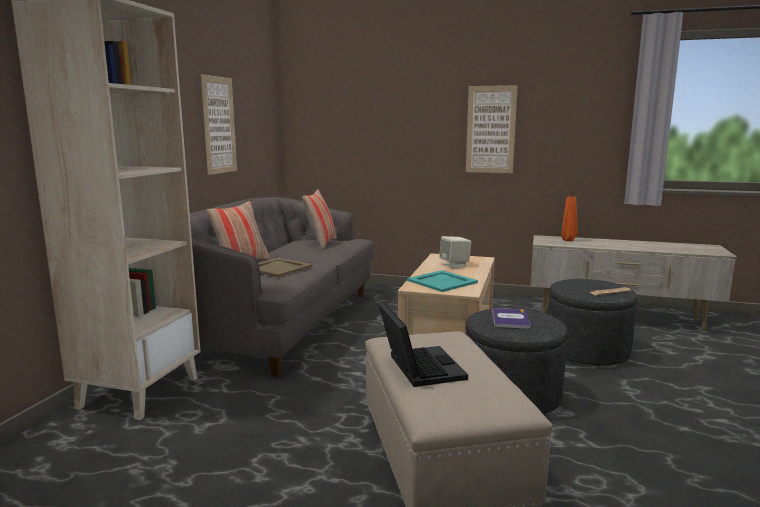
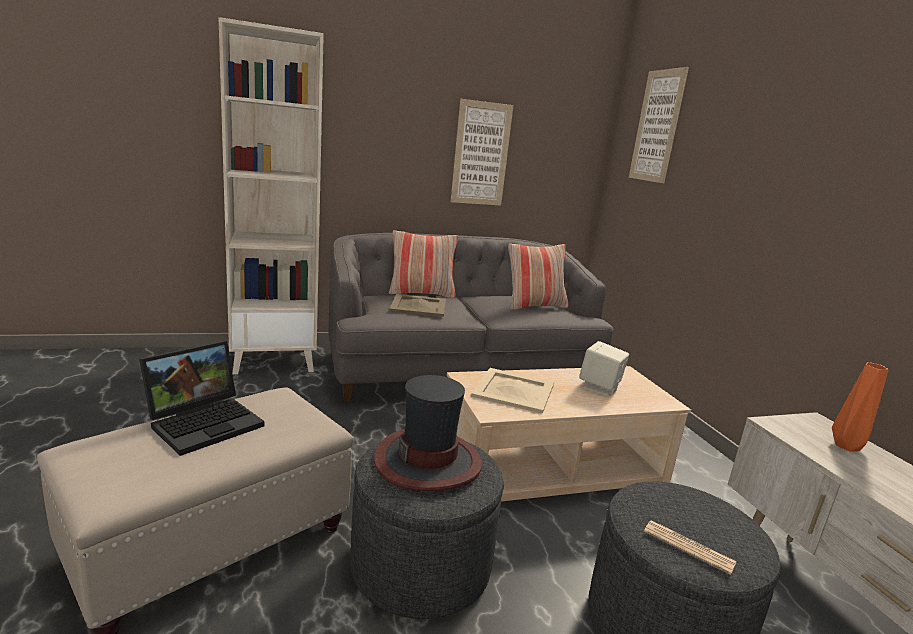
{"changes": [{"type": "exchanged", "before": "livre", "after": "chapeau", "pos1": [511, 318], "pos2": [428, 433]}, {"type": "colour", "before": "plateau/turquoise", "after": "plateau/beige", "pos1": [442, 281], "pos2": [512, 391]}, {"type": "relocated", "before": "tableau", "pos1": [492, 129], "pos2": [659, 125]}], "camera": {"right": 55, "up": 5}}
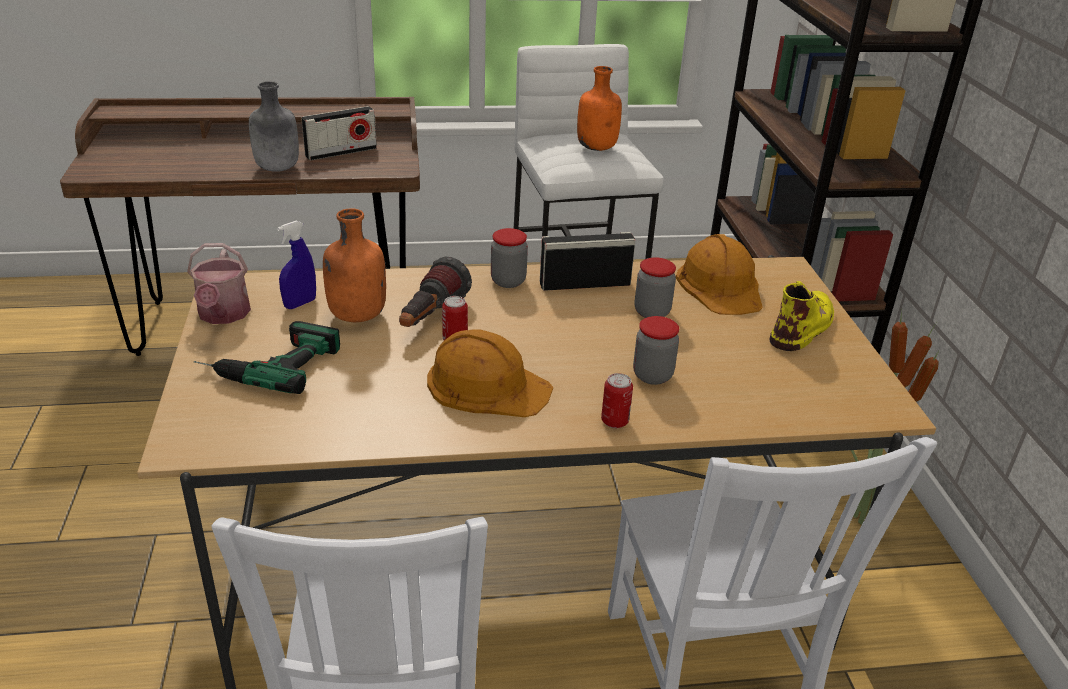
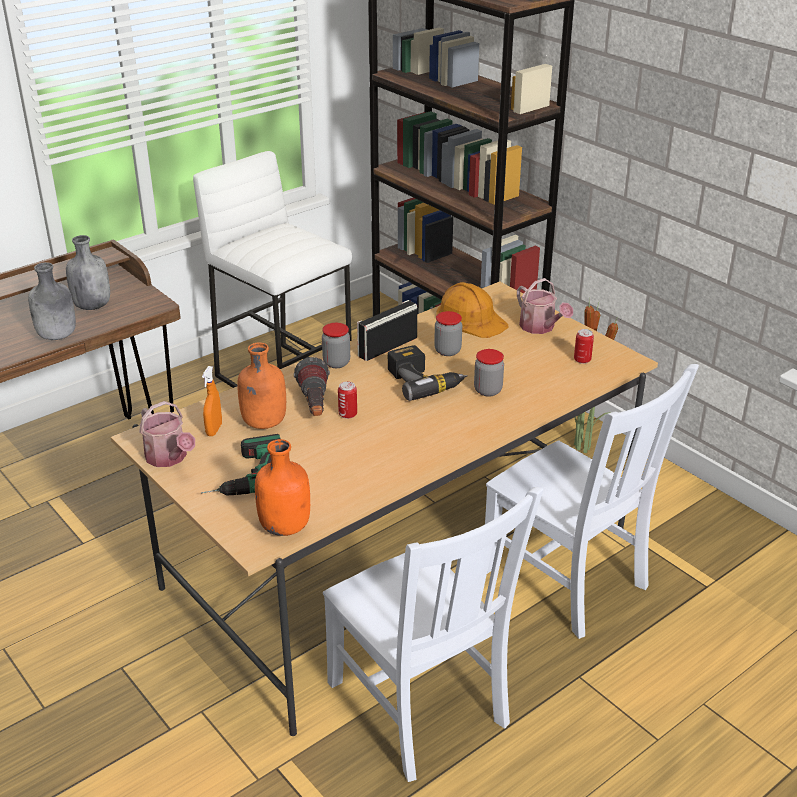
{"changes": [{"type": "exchanged", "before": "radio", "after": "bouteille/gris", "pos1": [339, 133], "pos2": [88, 272]}, {"type": "colour", "before": "vaporisateur/bleu", "after": "vaporisateur/orange", "pos1": [296, 265], "pos2": [212, 401]}, {"type": "relocated", "before": "bouteille/orange", "pos1": [599, 108], "pos2": [282, 487]}, {"type": "appeared", "after": "perceuse", "pos2": [428, 373]}, {"type": "exchanged", "before": "botte/jaune", "after": "arrosoir", "pos1": [802, 316], "pos2": [545, 306]}, {"type": "relocated", "before": "boîte métallique", "pos1": [617, 400], "pos2": [584, 346]}, {"type": "missing", "before": "casque de chantier/orange", "pos1": [490, 373]}], "camera": {"right": -30, "up": 0}}
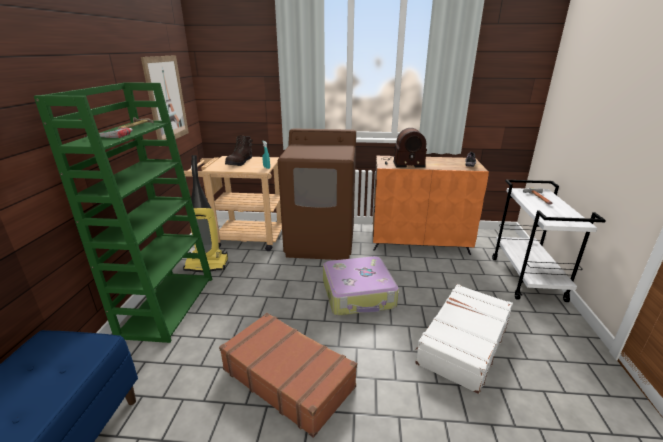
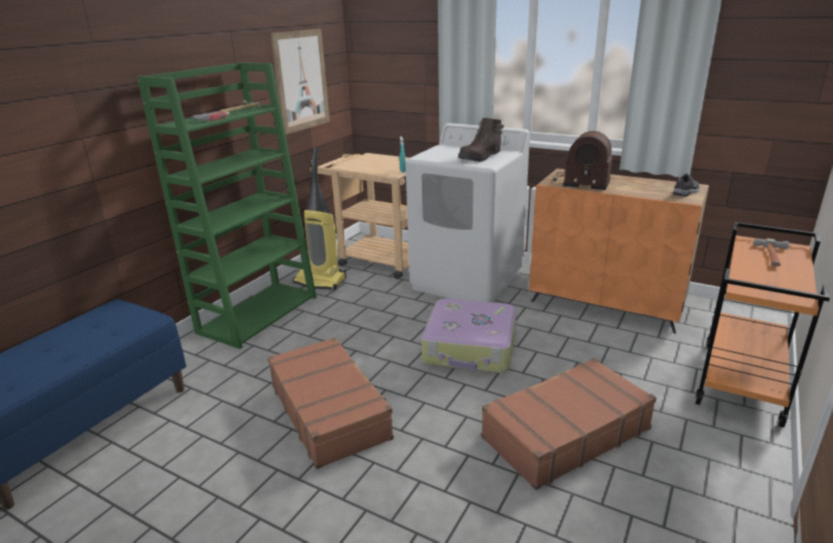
{"changes": [{"type": "colour", "before": "lave-linge/marron", "after": "lave-linge/blanc", "pos1": [317, 194], "pos2": [467, 213]}, {"type": "relocated", "before": "botte/marron", "pos1": [239, 151], "pos2": [481, 140]}, {"type": "colour", "before": "valise/blanc", "after": "valise/marron", "pos1": [464, 339], "pos2": [568, 424]}, {"type": "colour", "before": "chariot/blanc", "after": "chariot/orange", "pos1": [549, 241], "pos2": [762, 325]}], "camera": {"right": 25, "up": 0}}
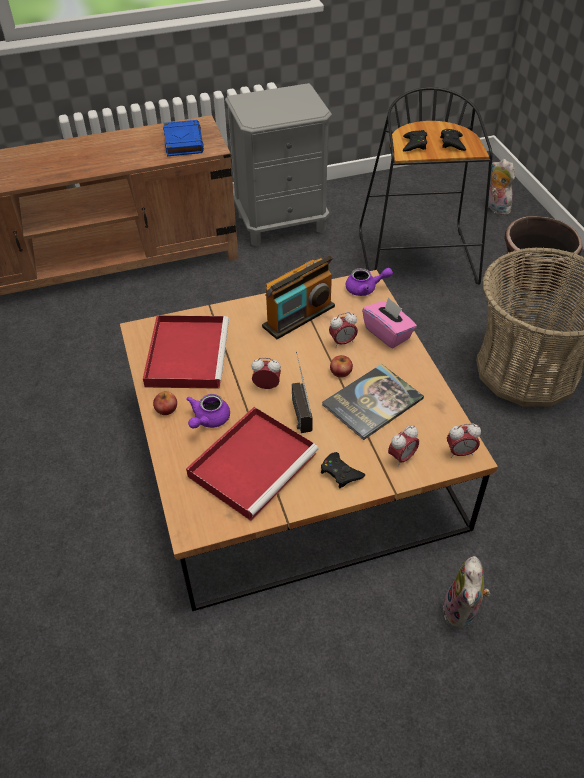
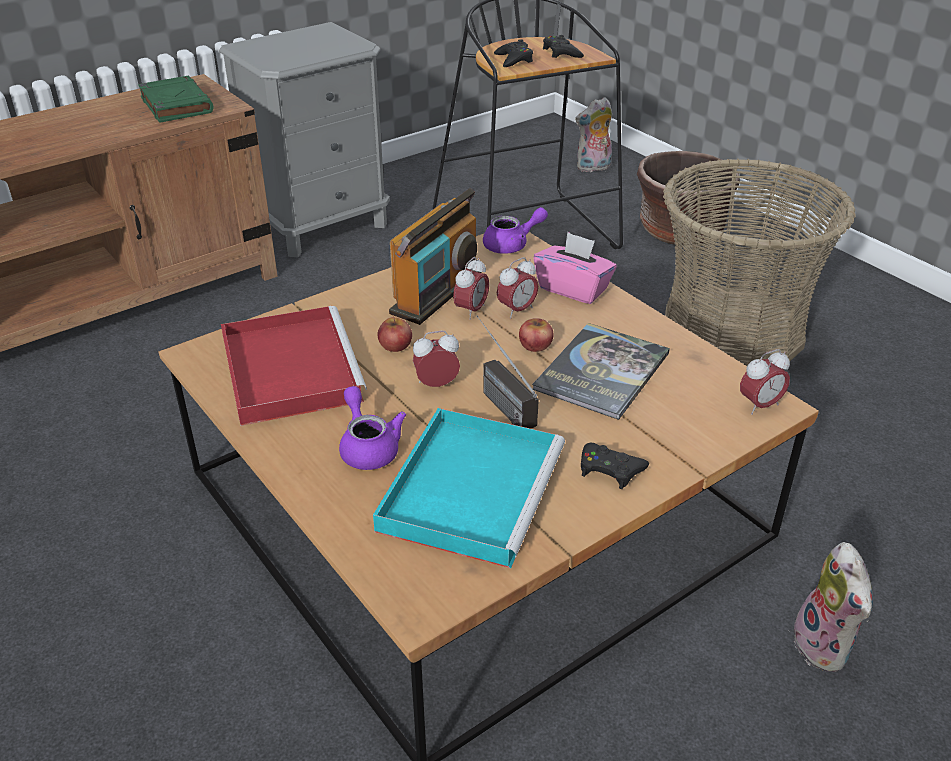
{"changes": [{"type": "colour", "before": "livre/bleu", "after": "livre/vert", "pos1": [183, 138], "pos2": [175, 99]}, {"type": "spun", "before": "théière/violet", "pos1": [208, 411], "pos2": [372, 428], "turn": 150}, {"type": "colour", "before": "plateau/rouge", "after": "plateau/turquoise", "pos1": [252, 464], "pos2": [469, 488]}, {"type": "relocated", "before": "pomme", "pos1": [165, 403], "pos2": [395, 334]}, {"type": "relocated", "before": "réveil", "pos1": [403, 446], "pos2": [471, 288]}, {"type": "spun", "before": "peluche", "pos1": [501, 187], "pos2": [593, 134], "turn": -60}], "camera": {"right": -20, "up": -10}}
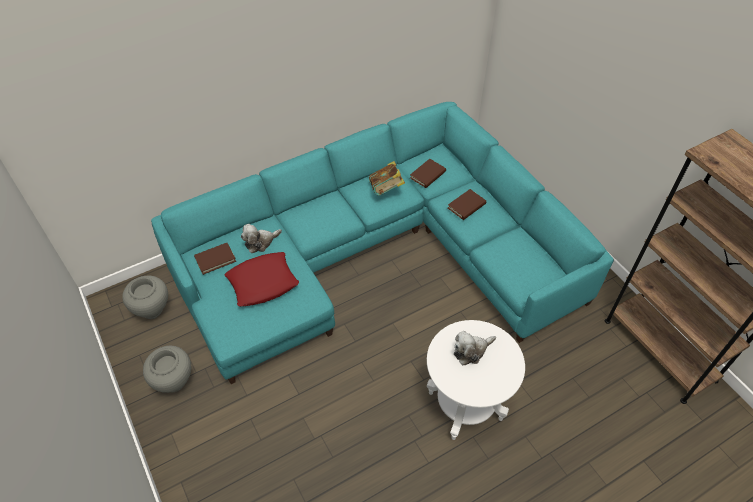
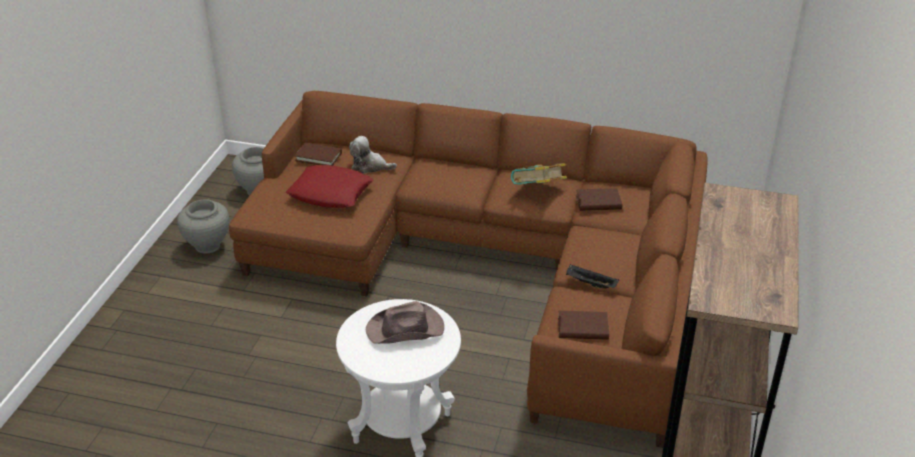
{"changes": [{"type": "colour", "before": "canapé/turquoise", "after": "canapé/marron", "pos1": [382, 243], "pos2": [468, 269]}, {"type": "exchanged", "before": "peluche", "after": "chapeau/marron", "pos1": [475, 348], "pos2": [405, 322]}, {"type": "relocated", "before": "livre/marron", "pos1": [467, 204], "pos2": [583, 325]}, {"type": "appeared", "after": "plateau/noir", "pos2": [592, 276]}], "camera": {"right": 45, "up": -15}}
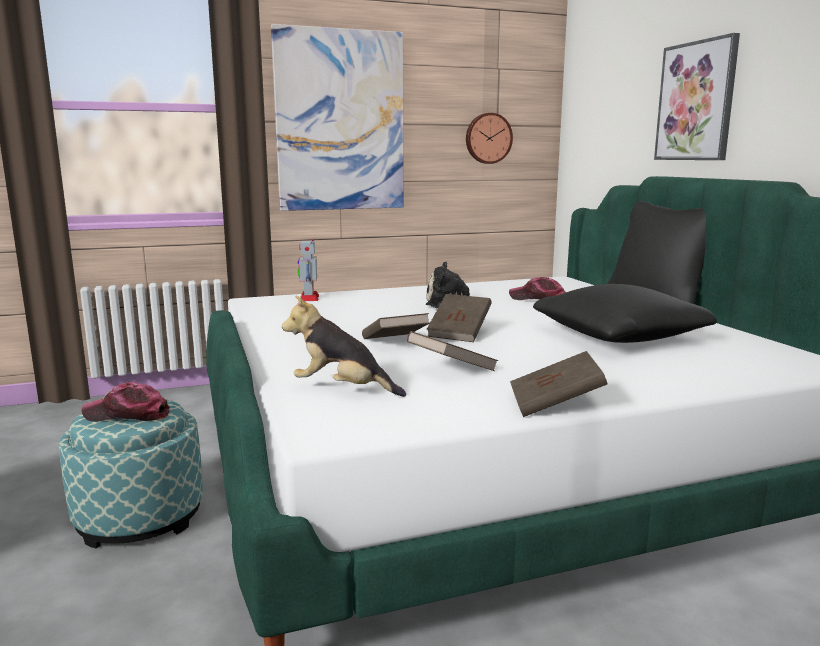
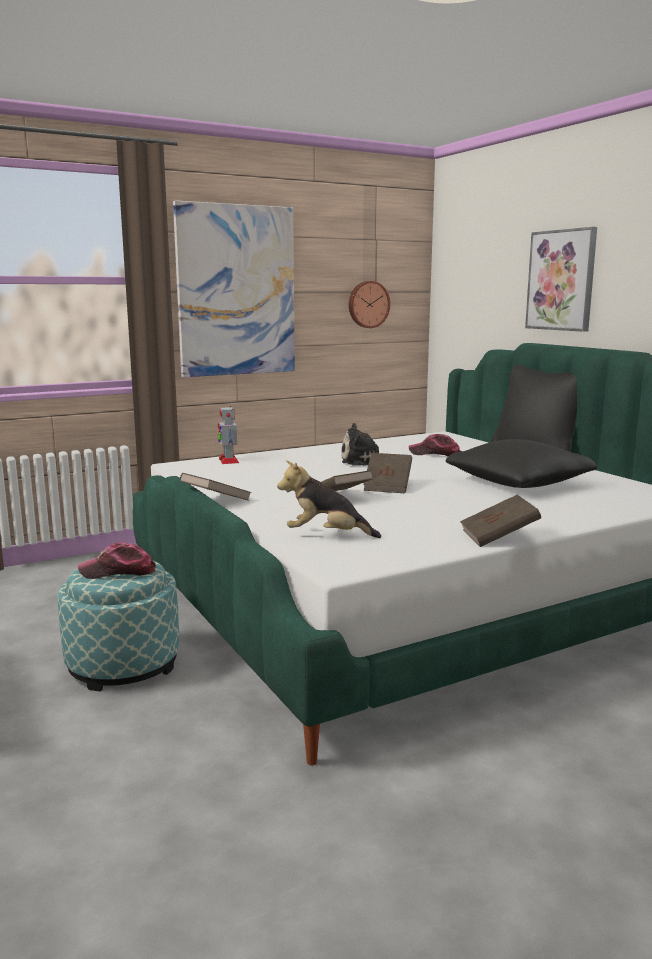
{"changes": [{"type": "relocated", "before": "livre/marron", "pos1": [452, 351], "pos2": [216, 487]}], "camera": {"right": -10, "up": 0}}
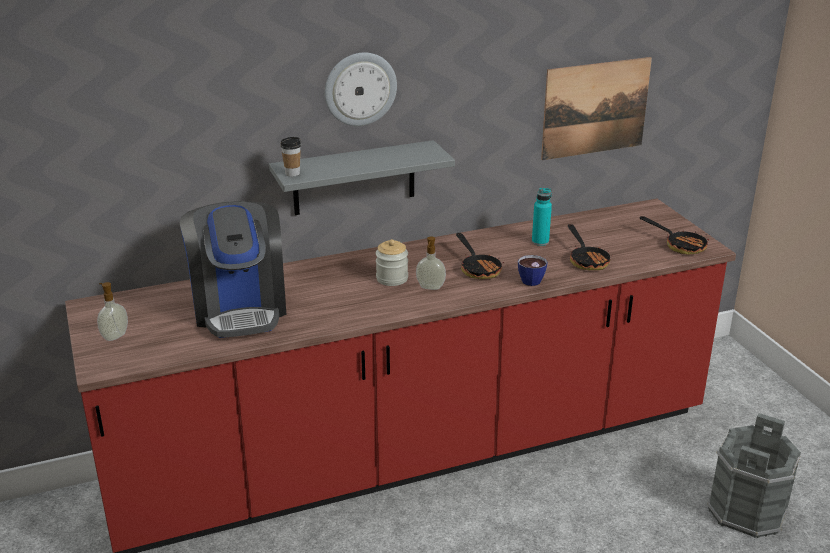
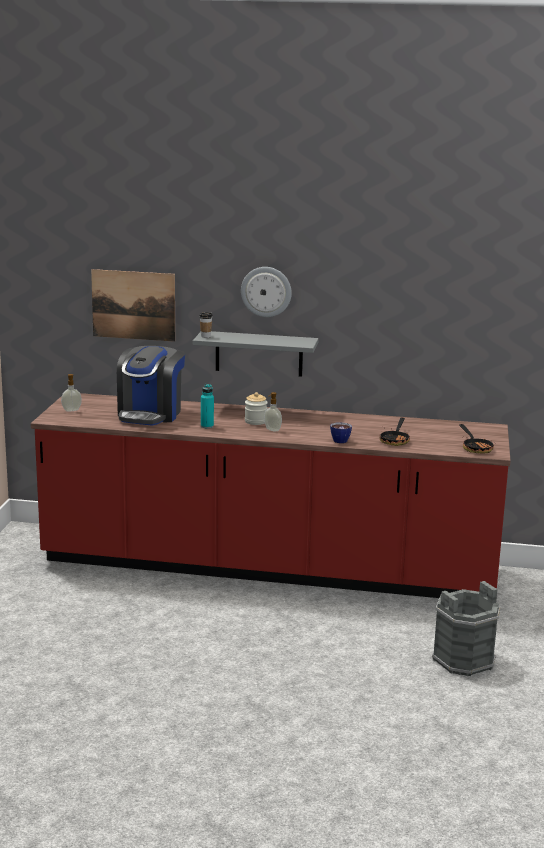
{"changes": [{"type": "relocated", "before": "tableau", "pos1": [596, 108], "pos2": [133, 305]}, {"type": "relocated", "before": "bouteille/turquoise", "pos1": [542, 217], "pos2": [207, 406]}, {"type": "missing", "before": "poêle", "pos1": [480, 256]}], "camera": {"right": 30, "up": -10}}
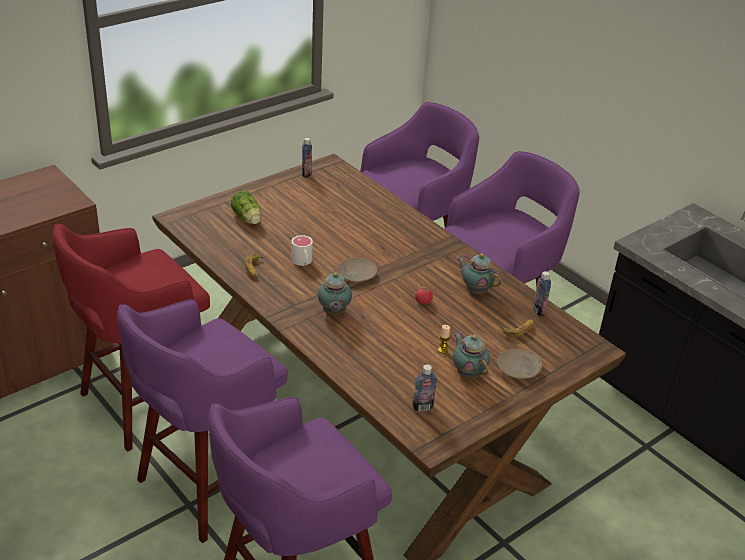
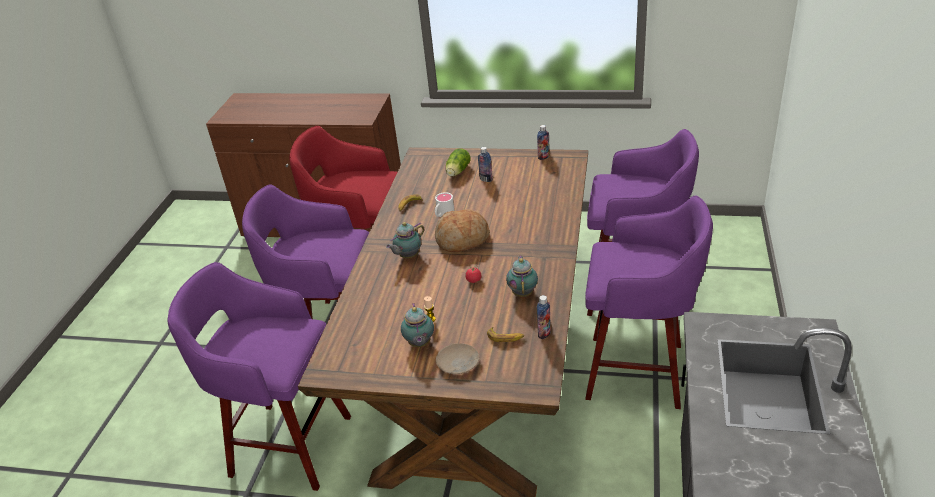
{"changes": [{"type": "spun", "before": "théière", "pos1": [471, 355], "pos2": [417, 325], "turn": 150}, {"type": "exchanged", "before": "assiette/beige", "after": "pain", "pos1": [357, 270], "pos2": [462, 230]}, {"type": "relocated", "before": "bouteille", "pos1": [424, 387], "pos2": [485, 164]}], "camera": {"right": 55, "up": 0}}
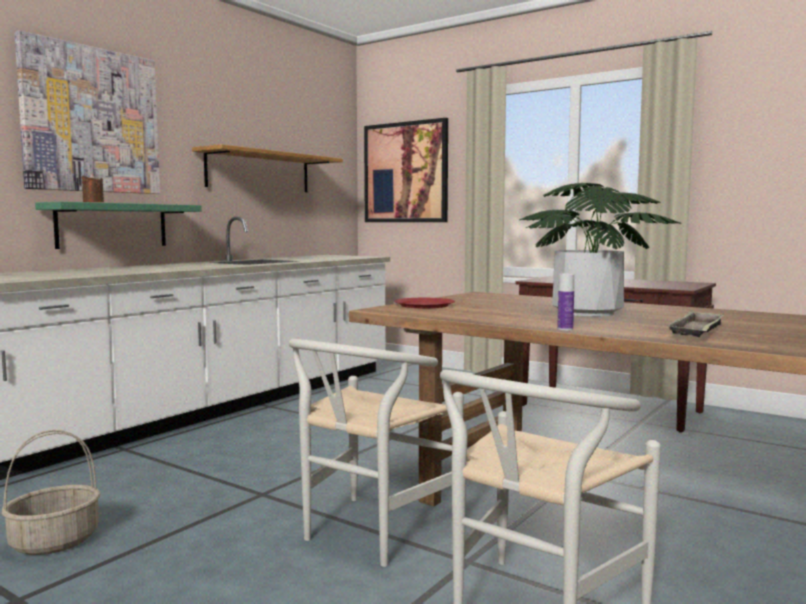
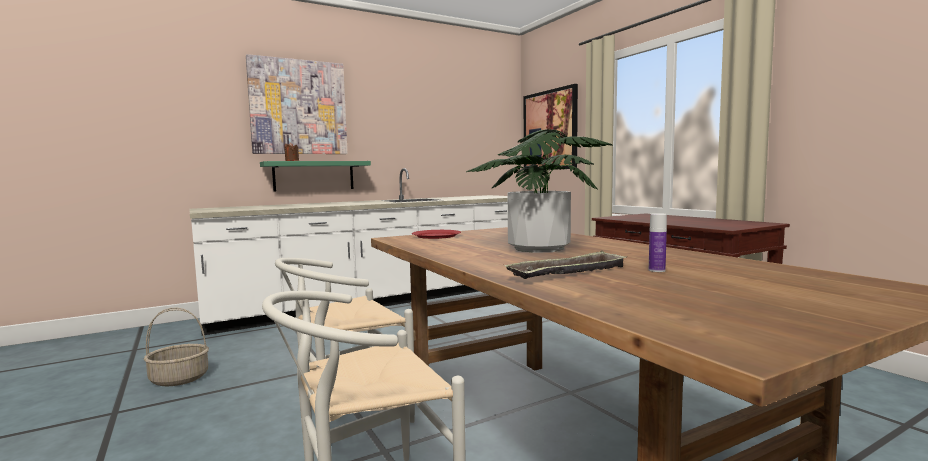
{"changes": [{"type": "relocated", "before": "bouteille", "pos1": [565, 302], "pos2": [658, 242]}, {"type": "missing", "before": "étagère", "pos1": [267, 168]}], "camera": {"right": 25, "up": 0}}
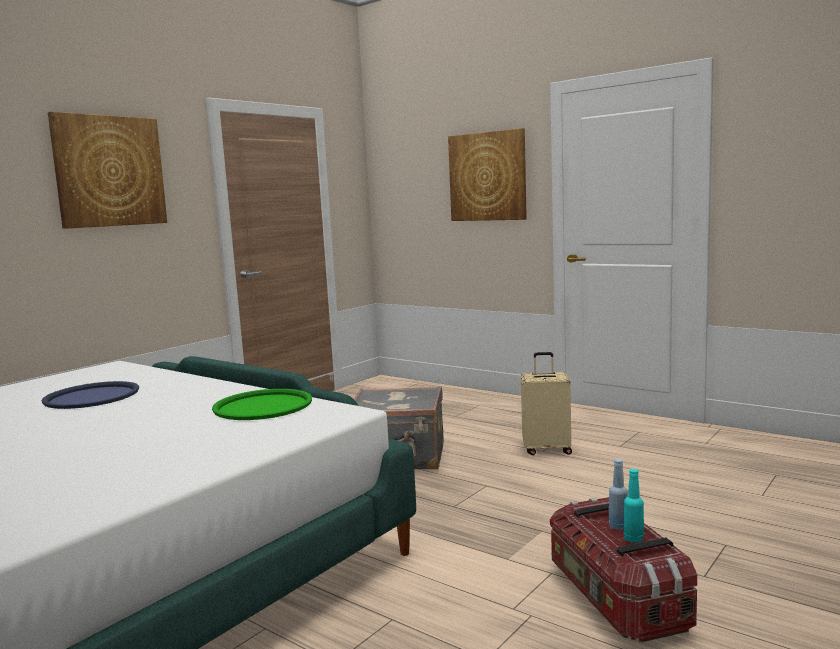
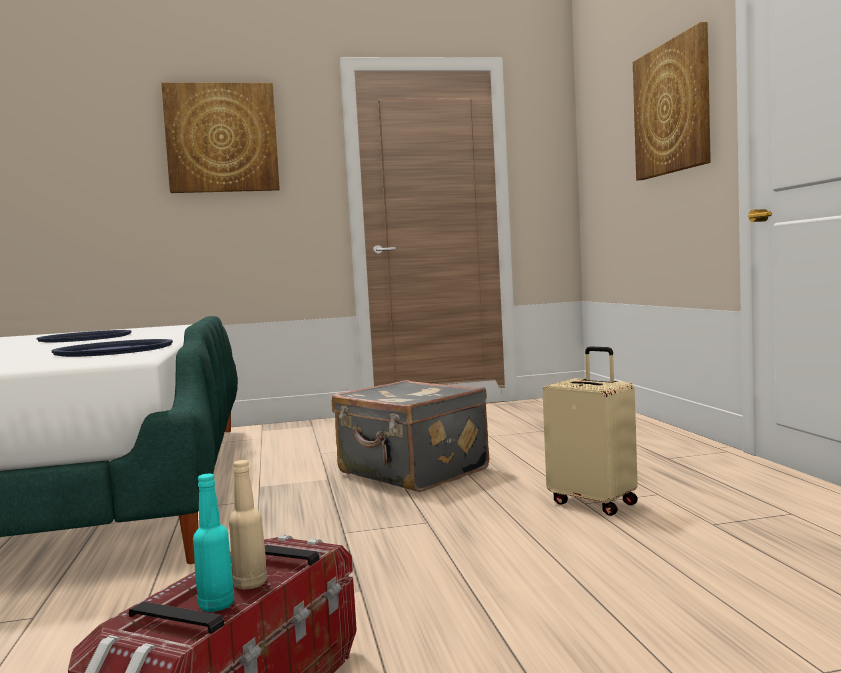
{"changes": [{"type": "colour", "before": "plateau/vert", "after": "plateau/bleu", "pos1": [262, 404], "pos2": [112, 348]}, {"type": "colour", "before": "bouteille/bleu", "after": "bouteille/beige", "pos1": [618, 494], "pos2": [248, 524]}], "camera": {"right": 40, "up": -5}}
